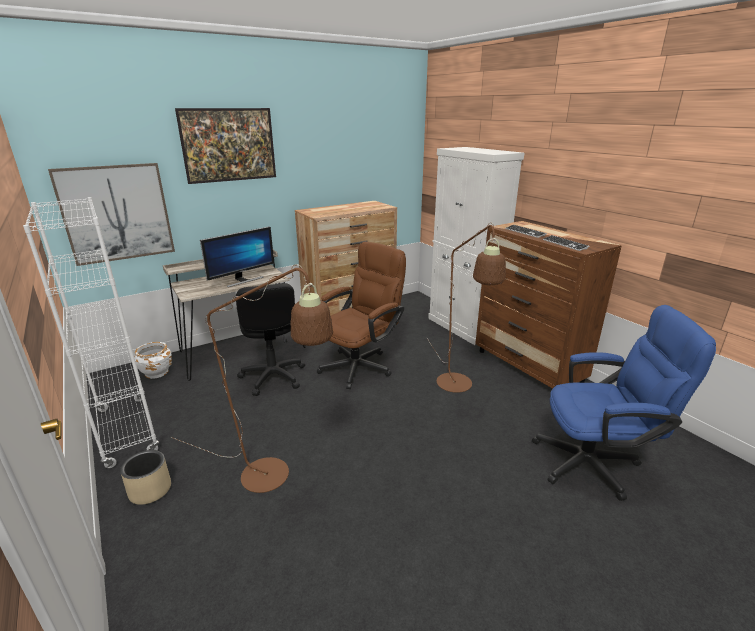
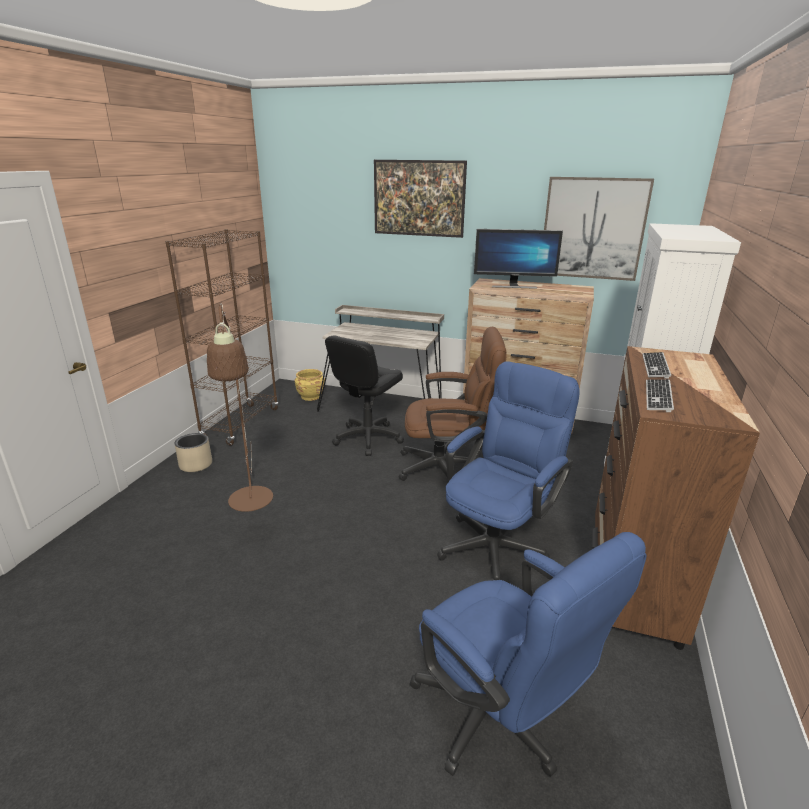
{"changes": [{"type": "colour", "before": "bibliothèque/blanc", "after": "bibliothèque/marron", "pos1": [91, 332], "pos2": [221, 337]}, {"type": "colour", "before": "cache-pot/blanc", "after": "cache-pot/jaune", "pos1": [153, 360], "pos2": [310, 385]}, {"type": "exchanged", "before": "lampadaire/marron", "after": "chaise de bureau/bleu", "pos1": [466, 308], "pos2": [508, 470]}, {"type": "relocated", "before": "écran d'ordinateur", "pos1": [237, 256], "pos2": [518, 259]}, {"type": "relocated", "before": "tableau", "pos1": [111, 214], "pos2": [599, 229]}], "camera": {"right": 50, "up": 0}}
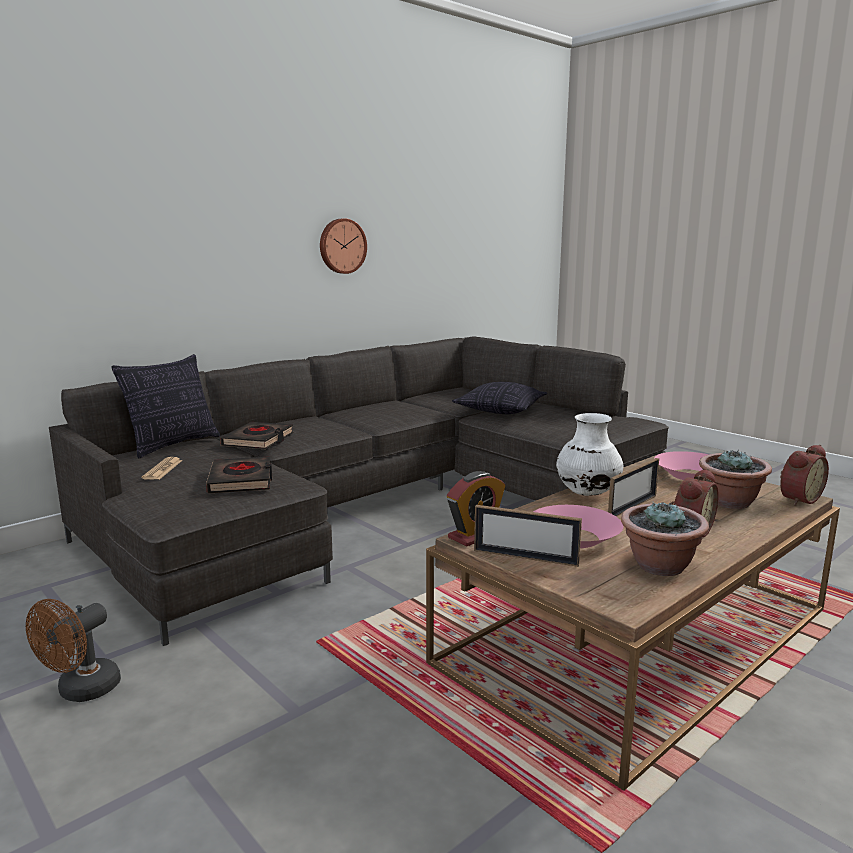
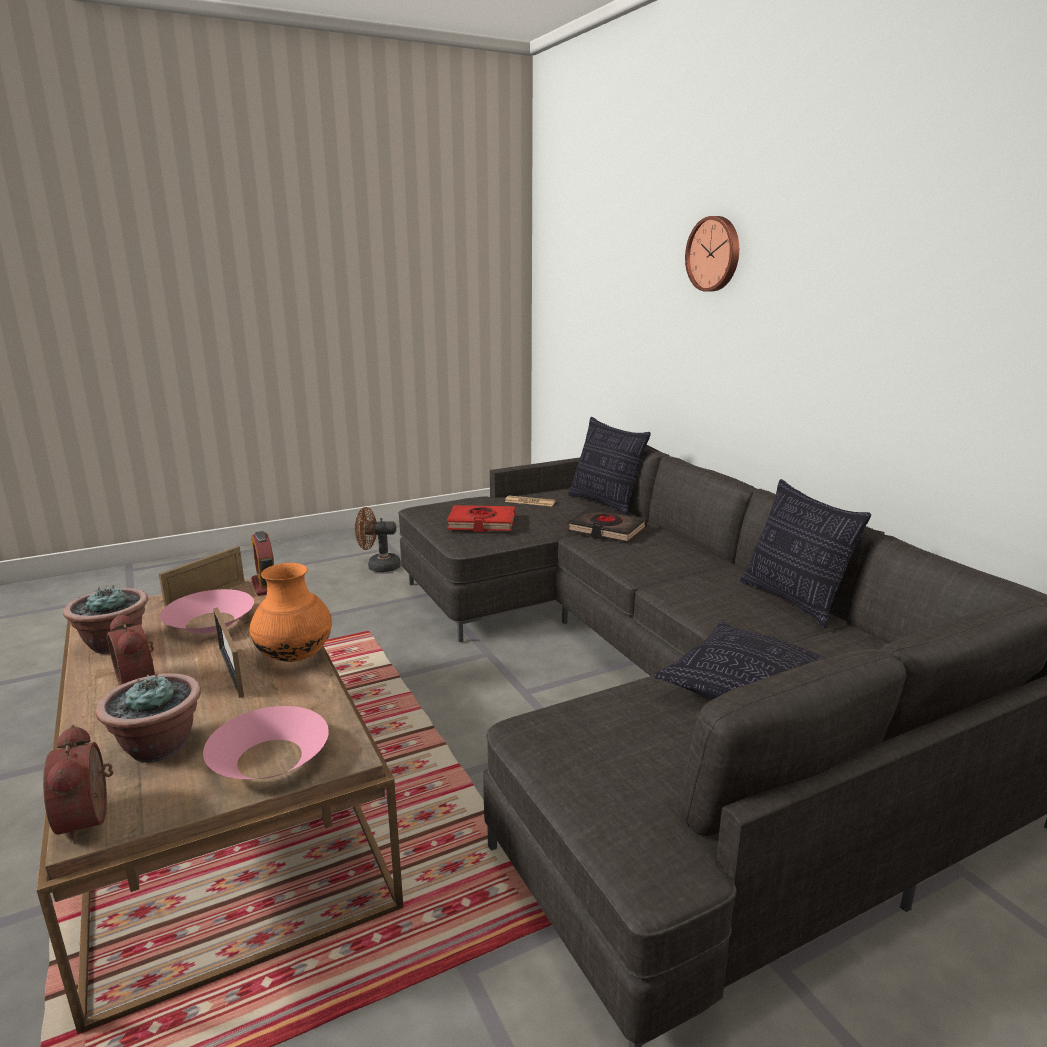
{"changes": [{"type": "colour", "before": "vase/blanc", "after": "vase/orange", "pos1": [589, 454], "pos2": [290, 612]}, {"type": "spun", "before": "ventilateur/marron", "pos1": [73, 650], "pos2": [378, 539], "turn": -45}, {"type": "colour", "before": "livre/noir", "after": "livre/rouge", "pos1": [239, 474], "pos2": [481, 518]}, {"type": "relocated", "before": "horloge murale", "pos1": [343, 246], "pos2": [712, 254]}, {"type": "appeared", "after": "coussin", "pos2": [805, 553]}], "camera": {"right": 105, "up": 5}}
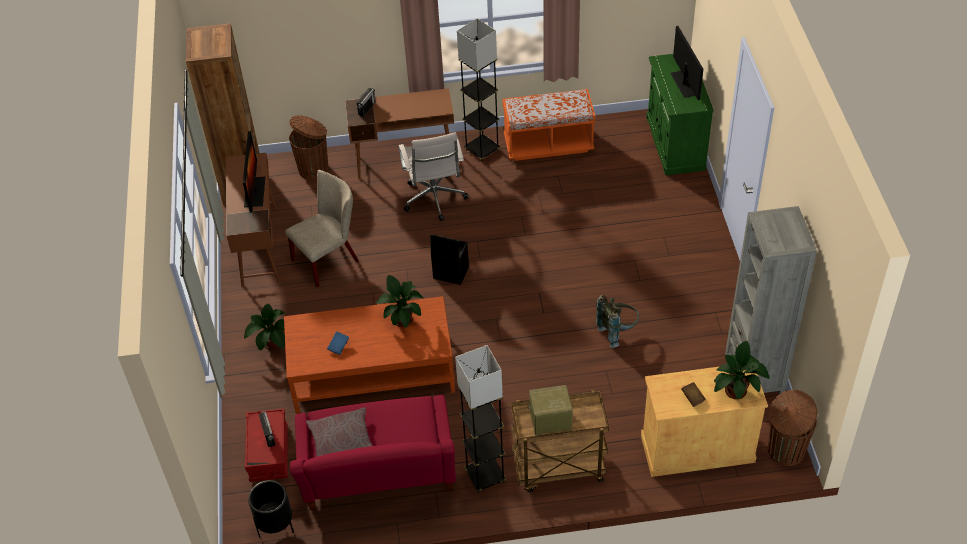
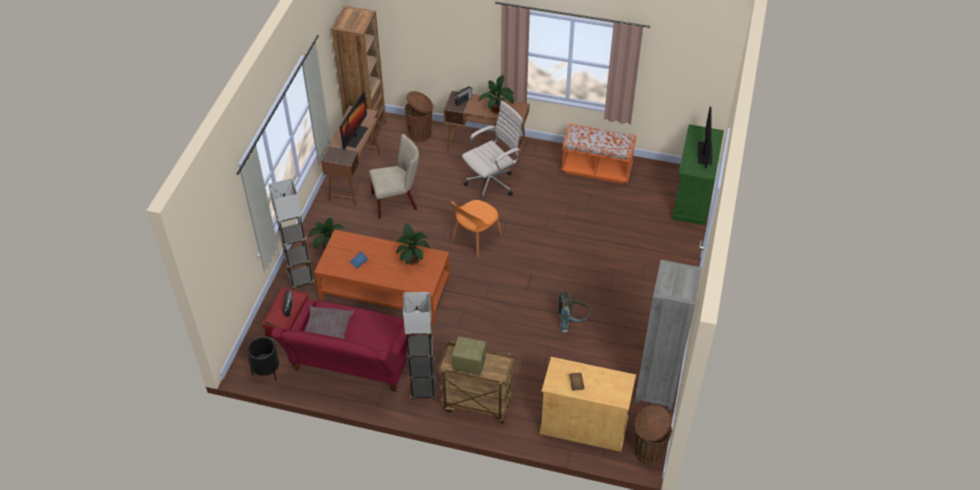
{"changes": [{"type": "relocated", "before": "lampadaire/gris", "pos1": [478, 89], "pos2": [291, 234]}, {"type": "exchanged", "before": "boîte de rangement/noir", "after": "chaise/orange", "pos1": [449, 259], "pos2": [476, 229]}, {"type": "spun", "before": "chaise de bureau/blanc", "pos1": [434, 176], "pos2": [492, 151], "turn": -135}, {"type": "relocated", "before": "plante en pot", "pos1": [742, 370], "pos2": [496, 94]}], "camera": {"right": 20, "up": 0}}
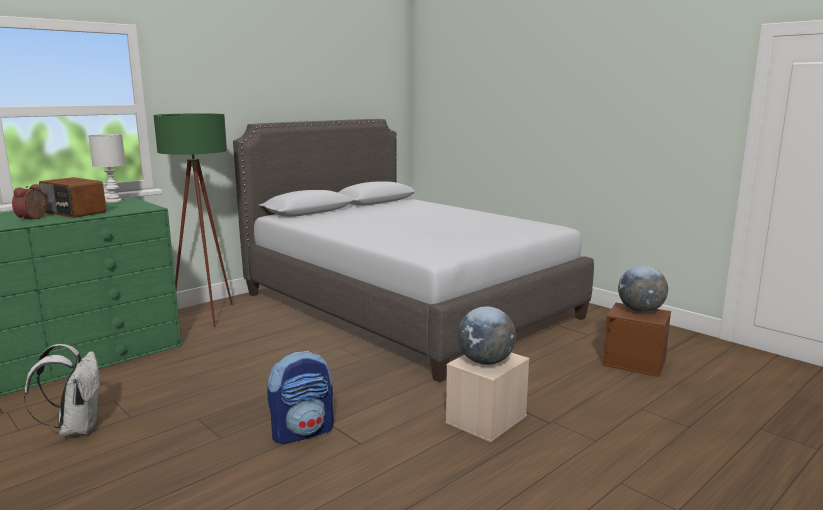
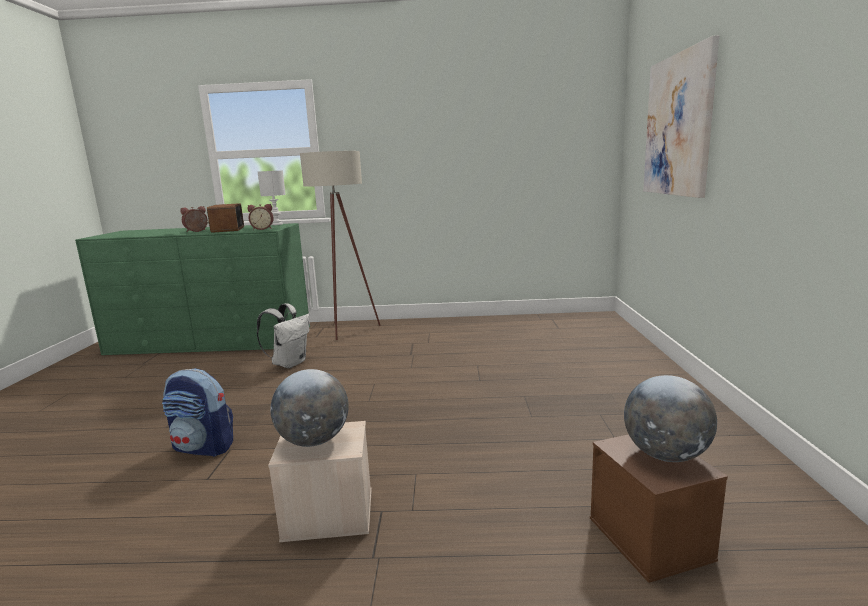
{"changes": [{"type": "appeared", "after": "réveil", "pos2": [261, 217]}, {"type": "relocated", "before": "sac à dos/blanc", "pos1": [62, 390], "pos2": [283, 335]}, {"type": "colour", "before": "lampadaire/vert", "after": "lampadaire/beige", "pos1": [193, 220], "pos2": [340, 245]}, {"type": "appeared", "after": "tableau", "pos2": [681, 116]}, {"type": "missing", "before": "lit/gris", "pos1": [413, 251]}], "camera": {"right": 45, "up": 0}}
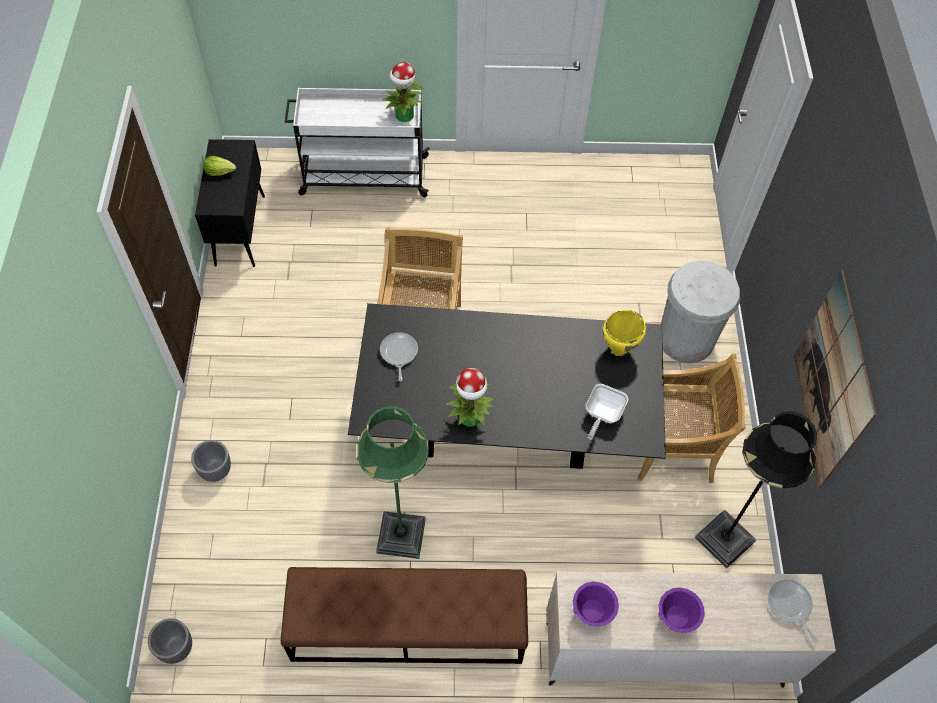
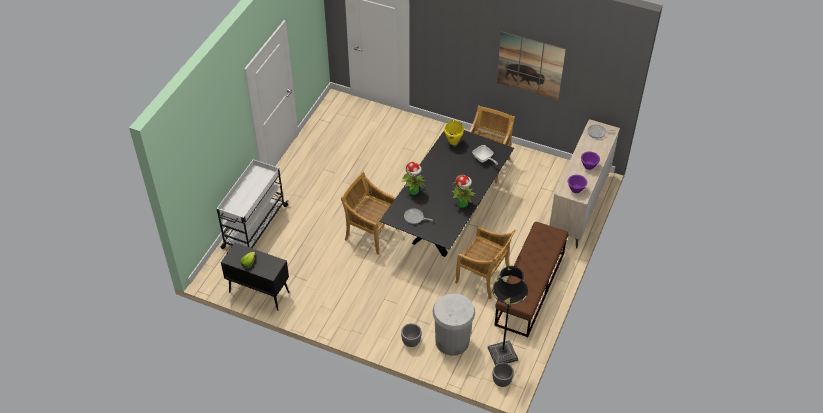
{"changes": [{"type": "relocated", "before": "plante en pot", "pos1": [403, 92], "pos2": [414, 178]}, {"type": "relocated", "before": "poubelle/blanc", "pos1": [700, 312], "pos2": [454, 324]}, {"type": "exchanged", "before": "lampadaire/vert", "after": "chaise/beige", "pos1": [393, 482], "pos2": [485, 263]}, {"type": "relocated", "before": "lampadaire/noir", "pos1": [756, 490], "pos2": [508, 315]}], "camera": {"right": -65, "up": -10}}
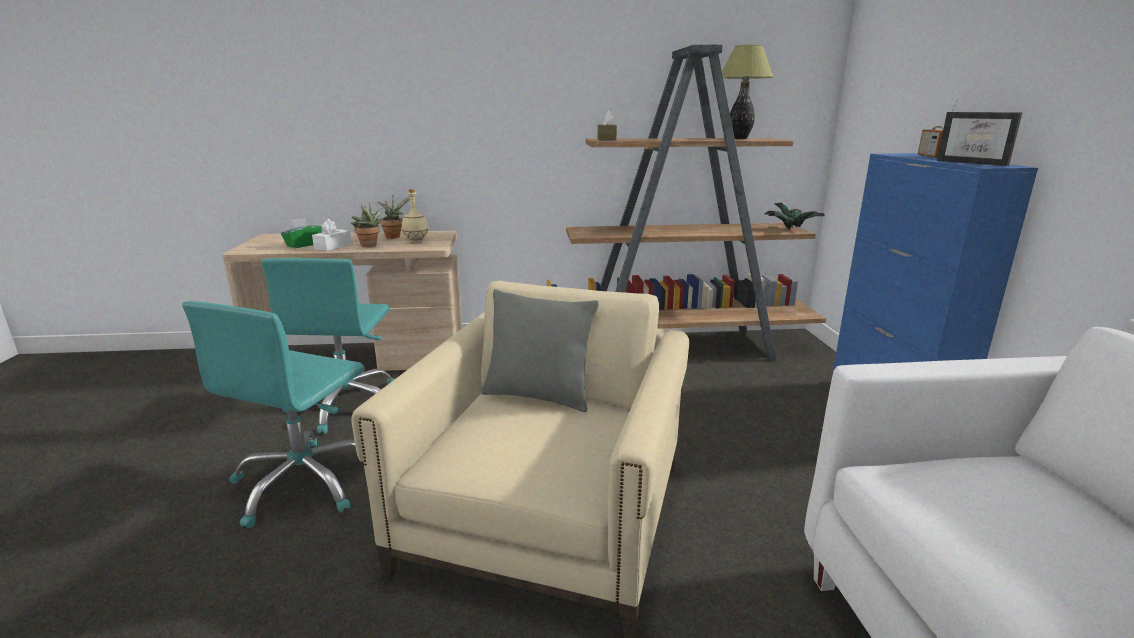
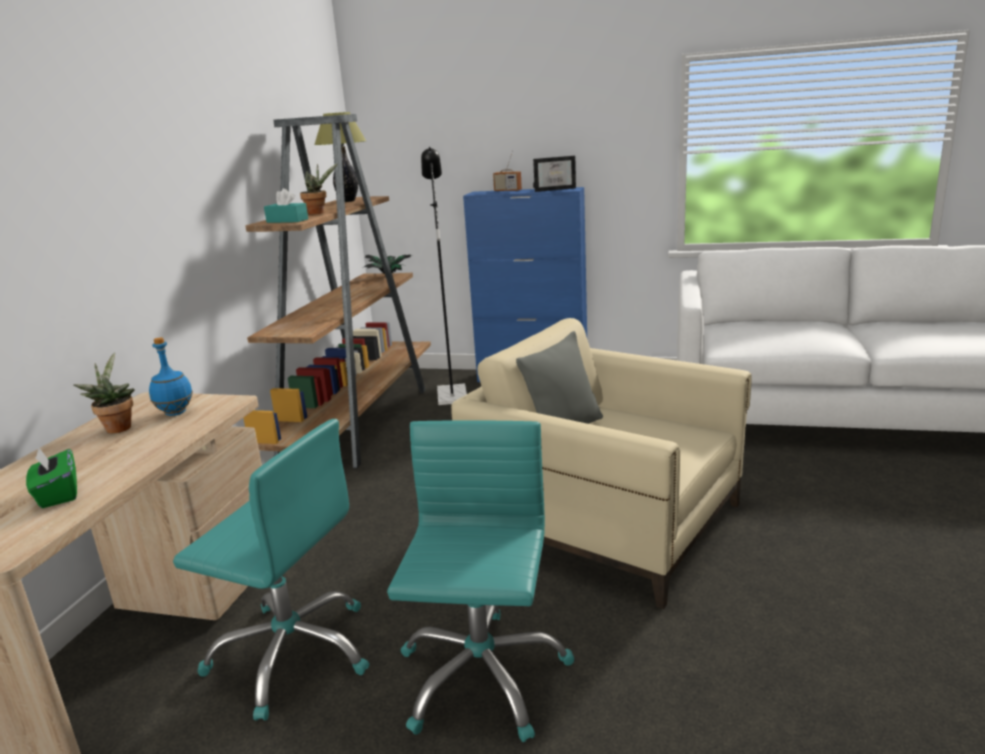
{"changes": [{"type": "colour", "before": "bouteille/beige", "after": "bouteille/bleu", "pos1": [415, 215], "pos2": [171, 376]}, {"type": "colour", "before": "boîte à mouchoirs/marron", "after": "boîte à mouchoirs/turquoise", "pos1": [607, 126], "pos2": [286, 205]}, {"type": "relocated", "before": "plante en pot", "pos1": [367, 224], "pos2": [319, 188]}, {"type": "spun", "before": "chaise de bureau/turquoise", "pos1": [273, 414], "pos2": [480, 581], "turn": -120}, {"type": "appeared", "after": "lampadaire/noir", "pos2": [444, 276]}, {"type": "missing", "before": "boîte à mouchoirs/blanc", "pos1": [332, 235]}], "camera": {"right": -70, "up": 0}}
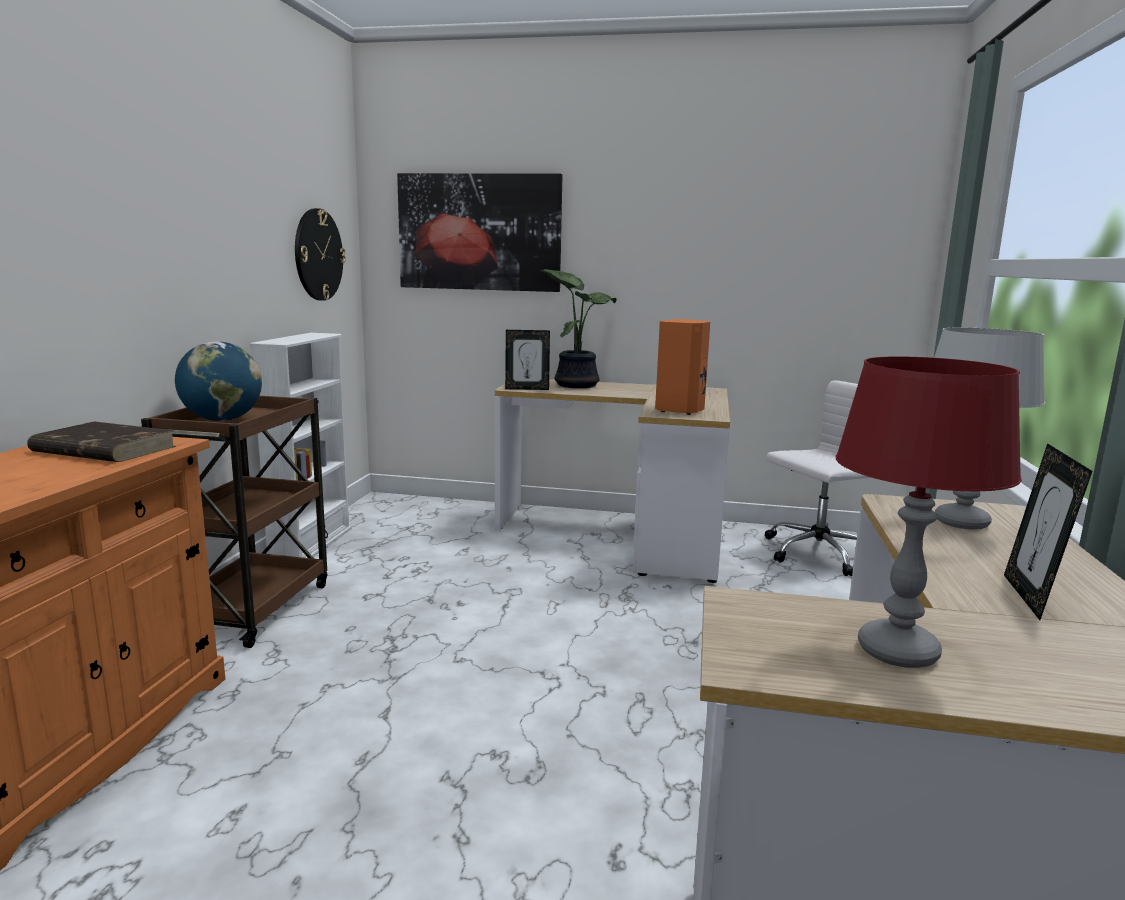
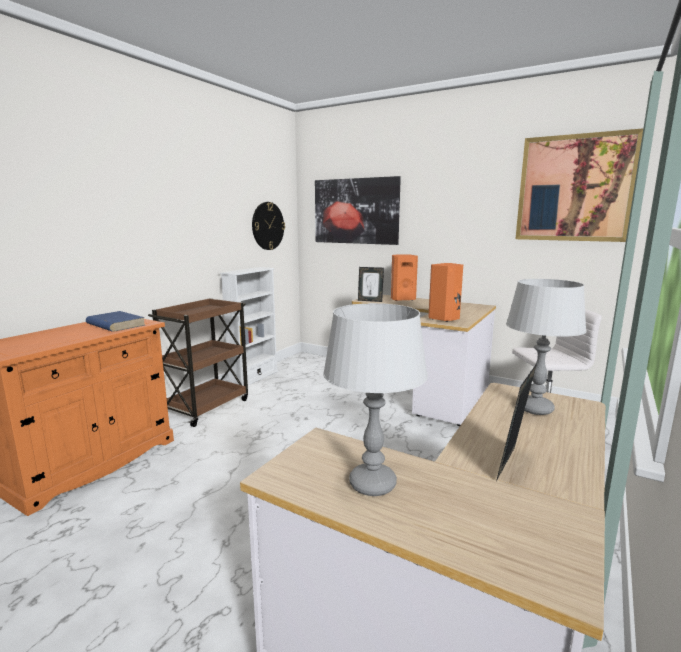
{"changes": [{"type": "colour", "before": "livre/marron", "after": "livre/bleu", "pos1": [101, 442], "pos2": [115, 321]}, {"type": "colour", "before": "lampe de table/rouge", "after": "lampe de table/gris", "pos1": [929, 512], "pos2": [375, 399]}, {"type": "exchanged", "before": "plante en pot", "after": "enceinte/orange", "pos1": [578, 328], "pos2": [404, 277]}, {"type": "appeared", "after": "tableau", "pos2": [579, 185]}, {"type": "missing", "before": "globe", "pos1": [218, 381]}], "camera": {"right": 20, "up": 0}}
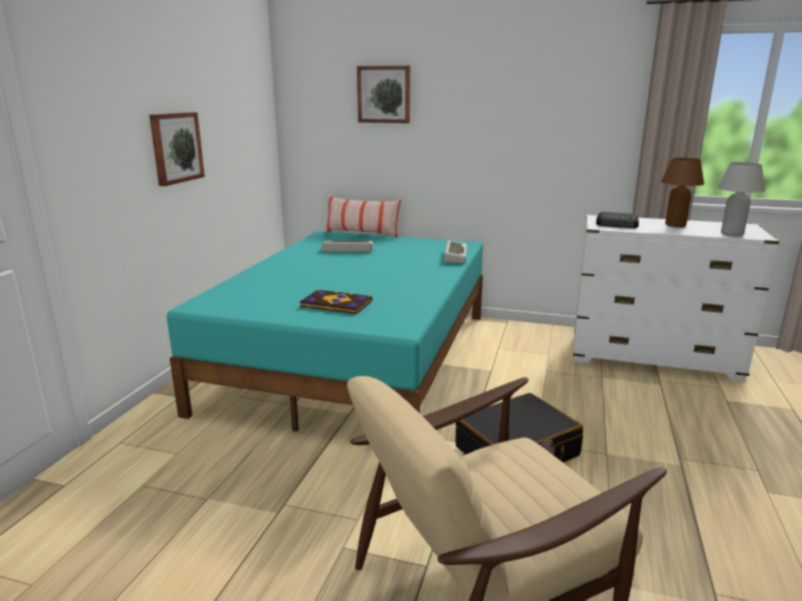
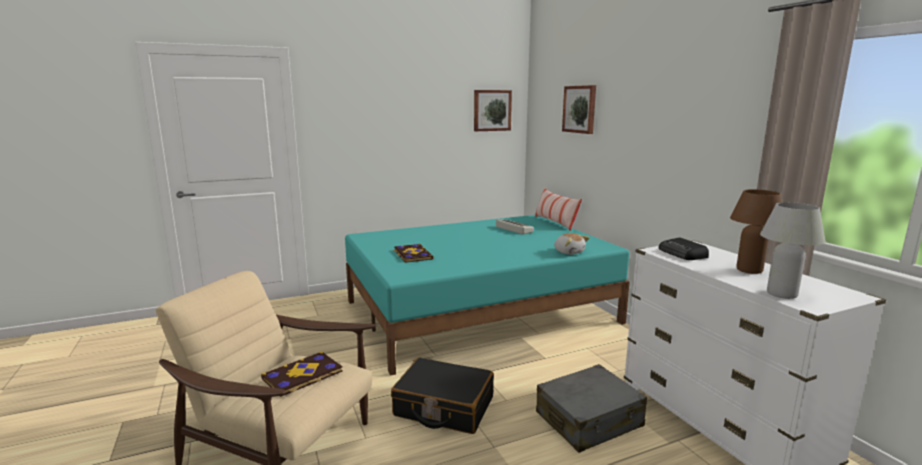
{"changes": [{"type": "appeared", "after": "livre", "pos2": [302, 374]}, {"type": "relocated", "before": "tableau", "pos1": [177, 149], "pos2": [493, 110]}, {"type": "appeared", "after": "valise/gris", "pos2": [591, 408]}, {"type": "exchanged", "before": "clavier", "after": "peluche", "pos1": [455, 251], "pos2": [571, 244]}], "camera": {"right": 50, "up": -5}}
